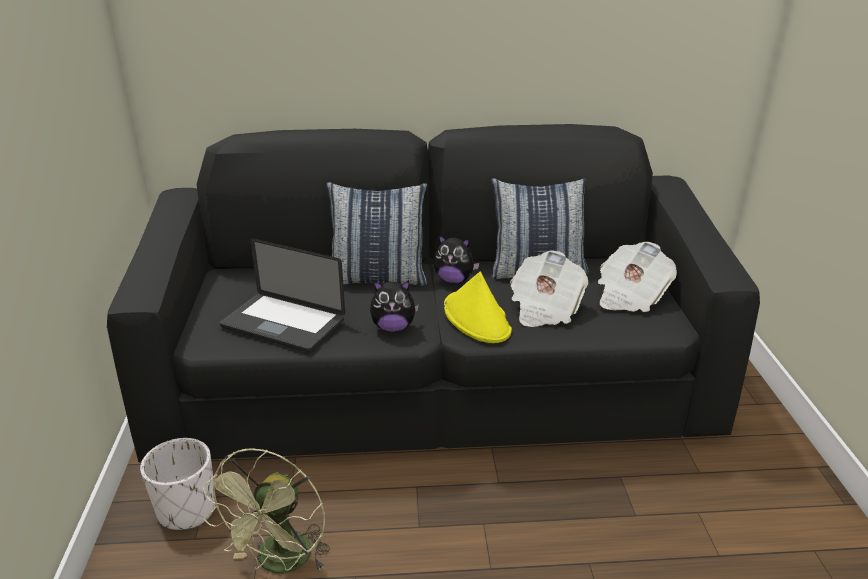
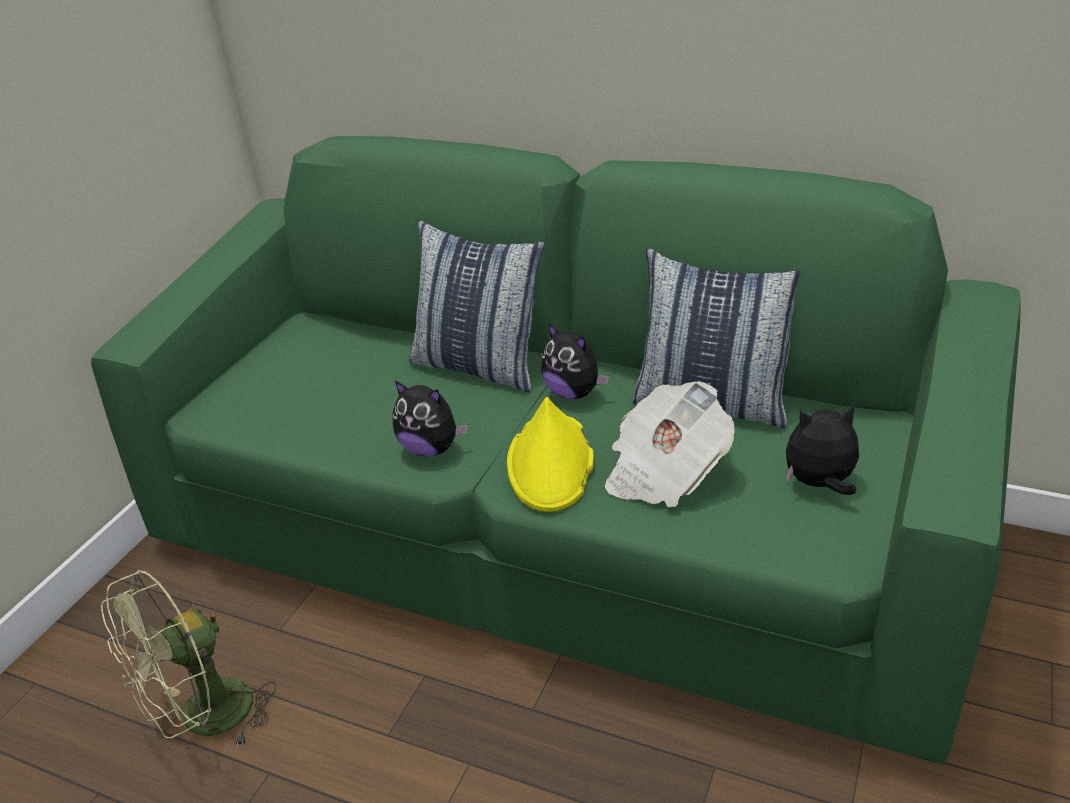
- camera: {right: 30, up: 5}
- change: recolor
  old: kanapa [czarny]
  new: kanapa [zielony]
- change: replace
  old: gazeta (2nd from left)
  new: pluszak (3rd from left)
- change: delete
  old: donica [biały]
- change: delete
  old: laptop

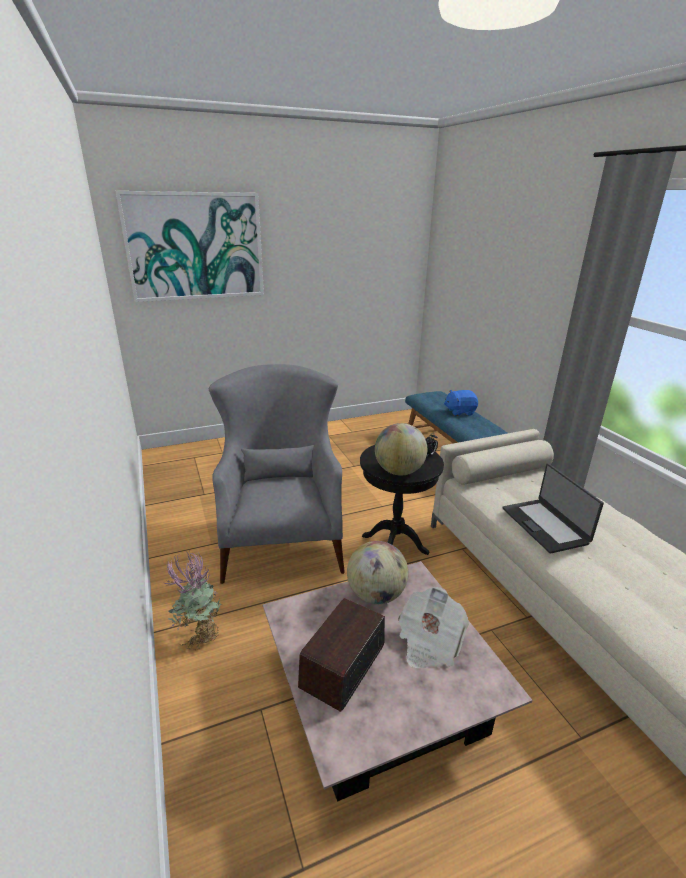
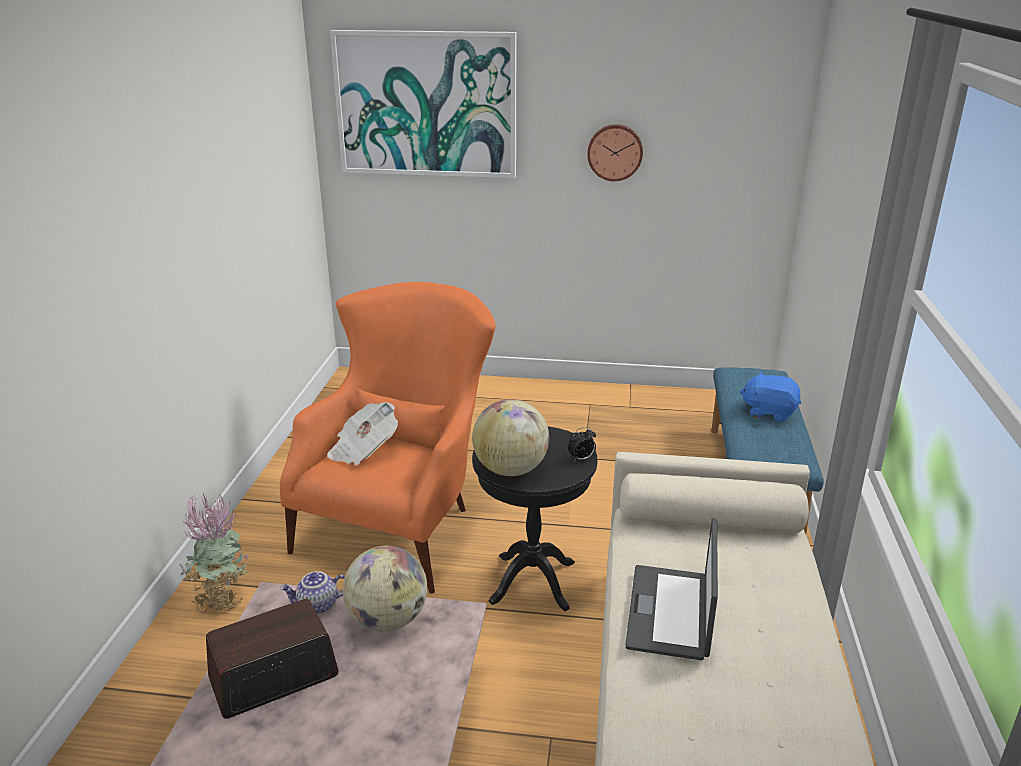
- camera: {right: 30, up: 0}
- change: recolor
  old: fotel [szary]
  new: fotel [pomarańczowy]
- change: insert
  new: imbryk
- change: move
  old: gazeta
- change: insert
  new: zegar ścienny

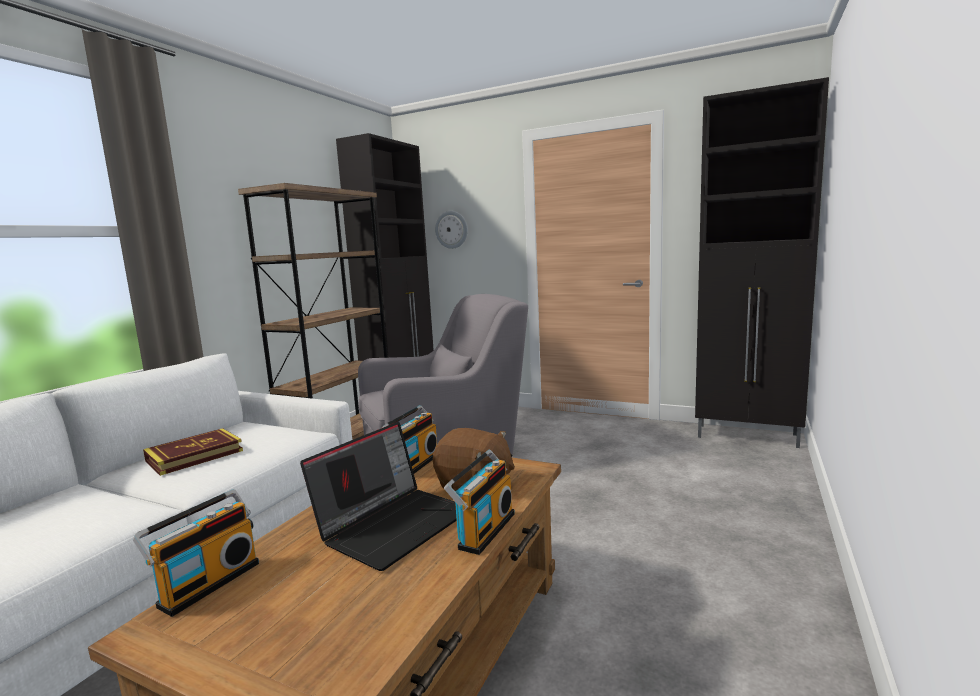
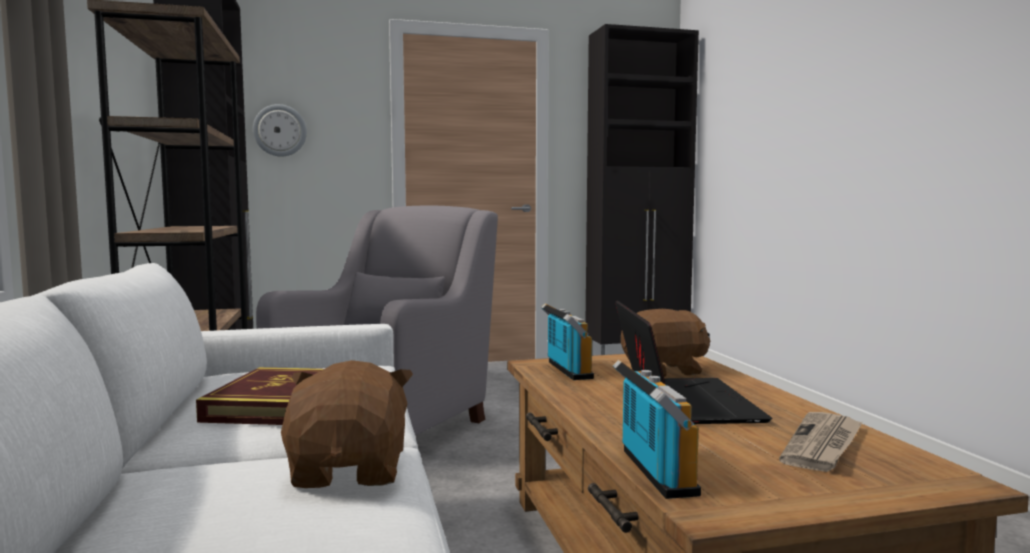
- camera: {right: -40, up: -5}
- change: insert
  new: pluszak [brązowy] (1st from left)
- change: insert
  new: gazeta
- change: delete
  old: radio (3rd from left)

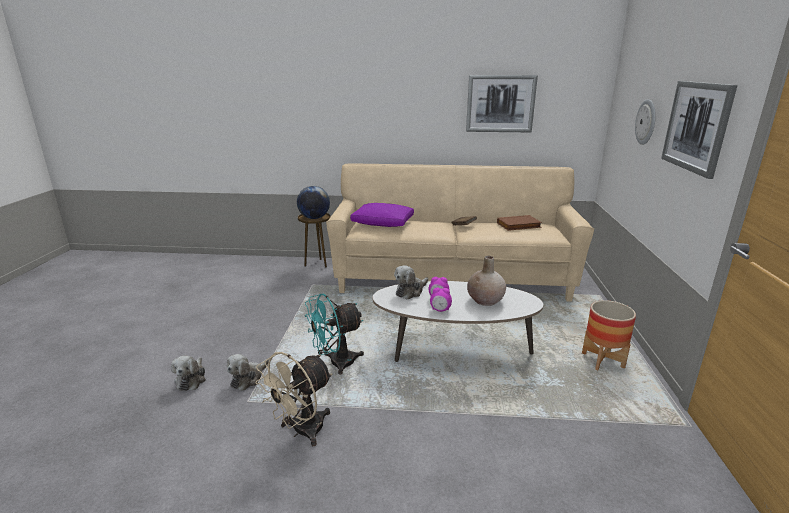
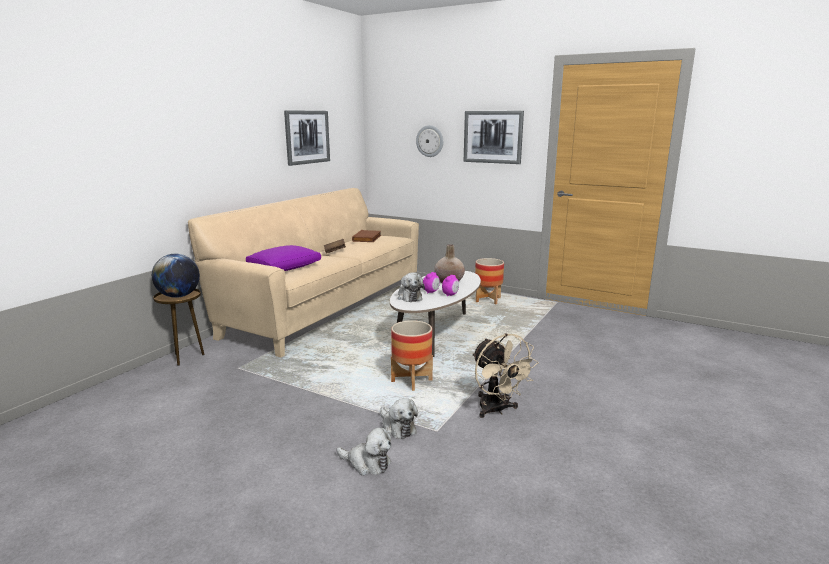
- camera: {right: -65, up: -5}
- change: replace
  old: wentylator [turkusowy]
  new: donica (1st from left)

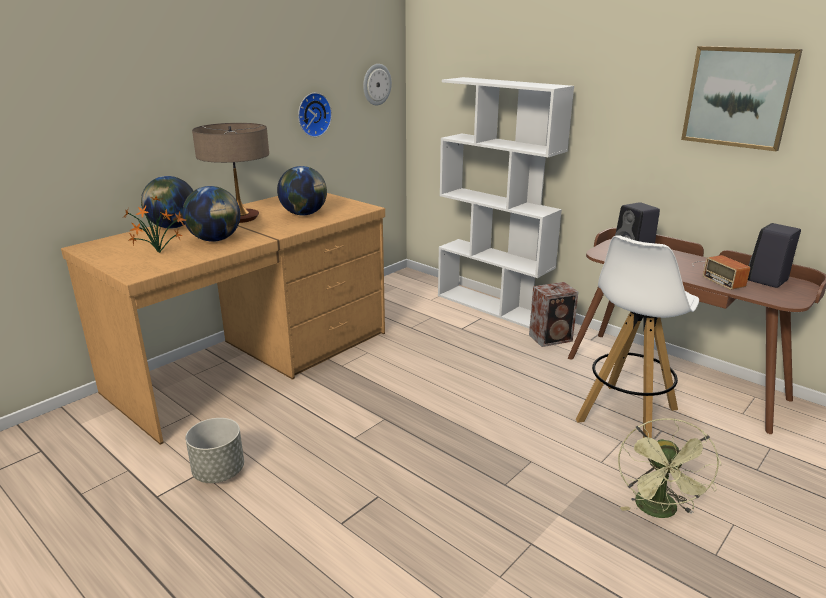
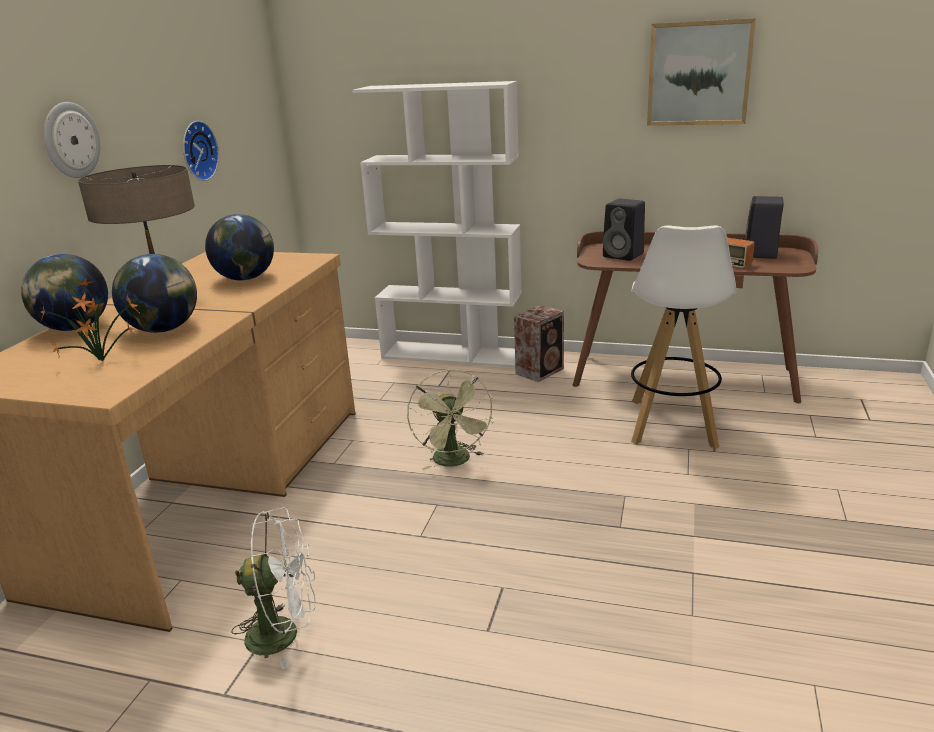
- camera: {right: -25, up: 0}
- change: move
  old: zegar ścienny (2nd from left in the first image)
  new: zegar ścienny (1st from left)
- change: replace
  old: donica [szary]
  new: wentylator [biały]
- change: move
  old: wentylator [zielony]

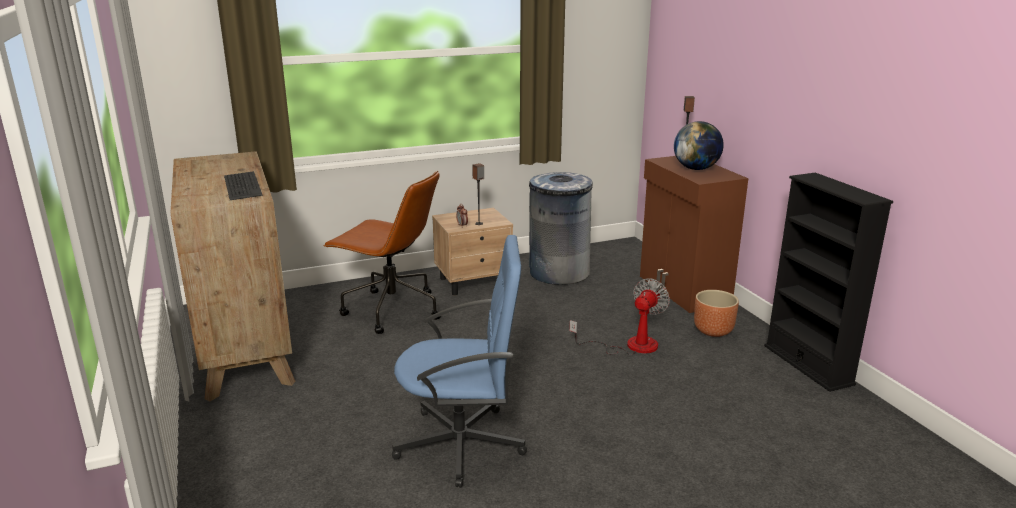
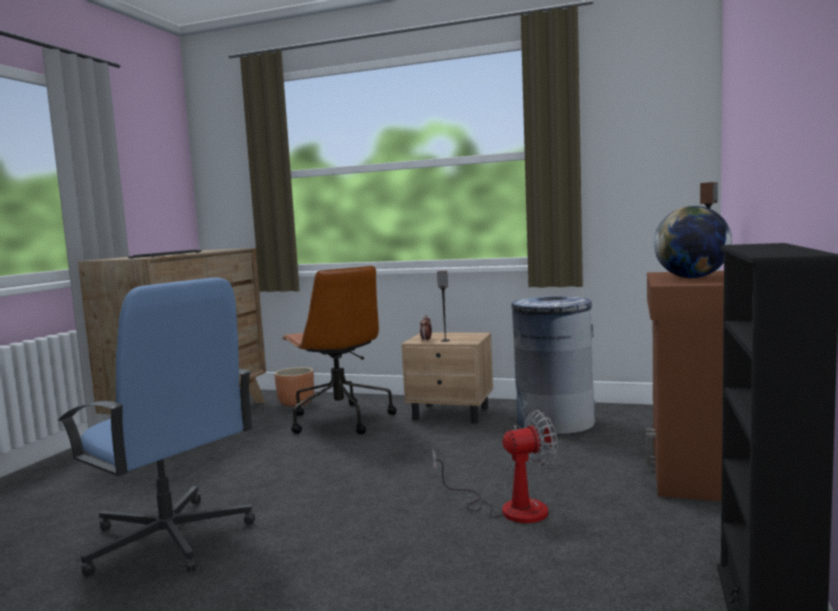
- camera: {right: 40, up: -15}
- change: move
  old: donica [brązowy]

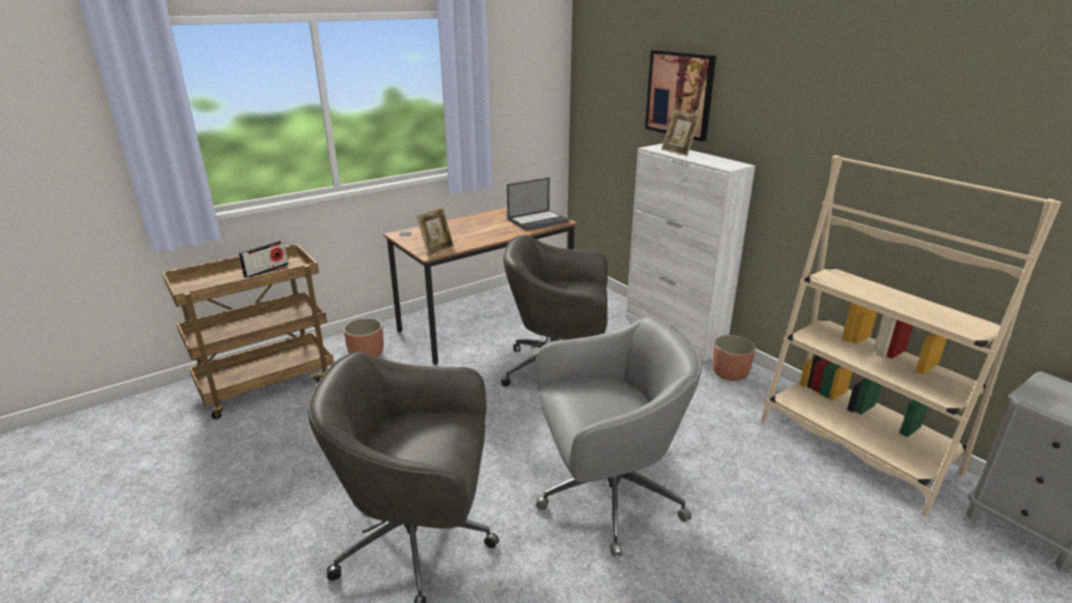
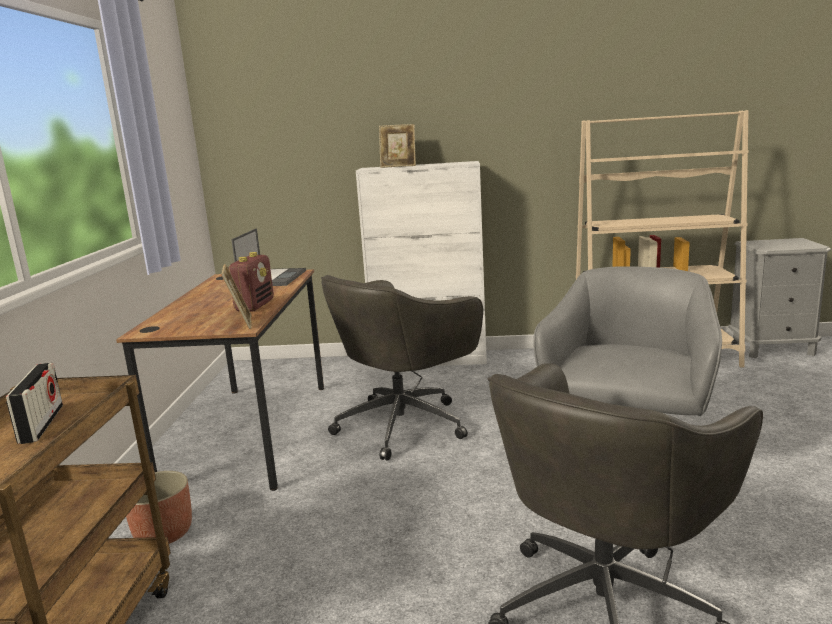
- camera: {right: -50, up: -10}
- change: insert
  new: radio (2nd from left)
- change: delete
  old: obraz
- change: delete
  old: donica (2nd from left)

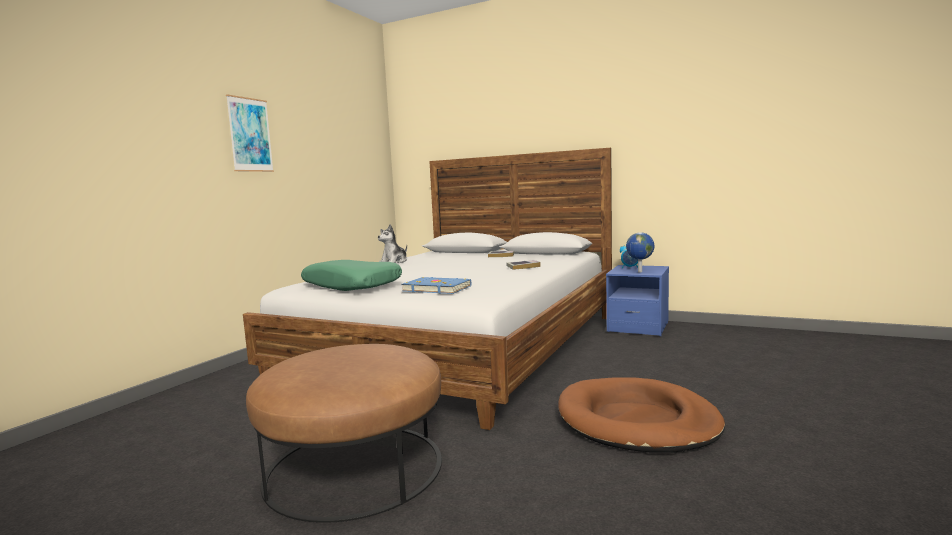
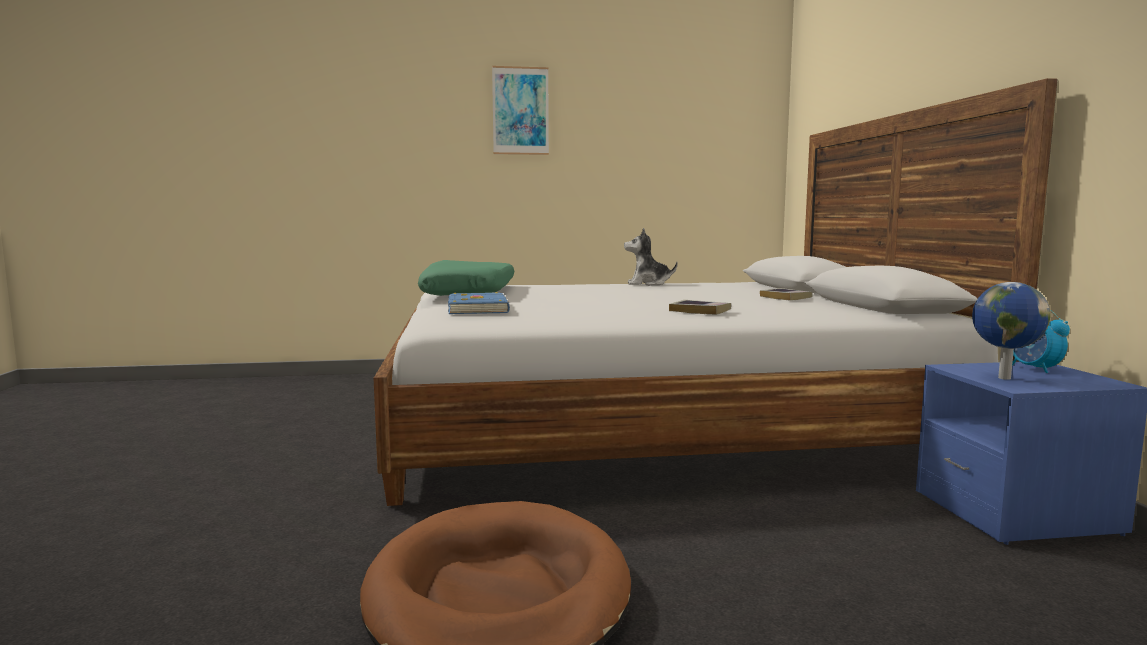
- camera: {right: 55, up: 0}
- change: delete
  old: pufa [brązowy]

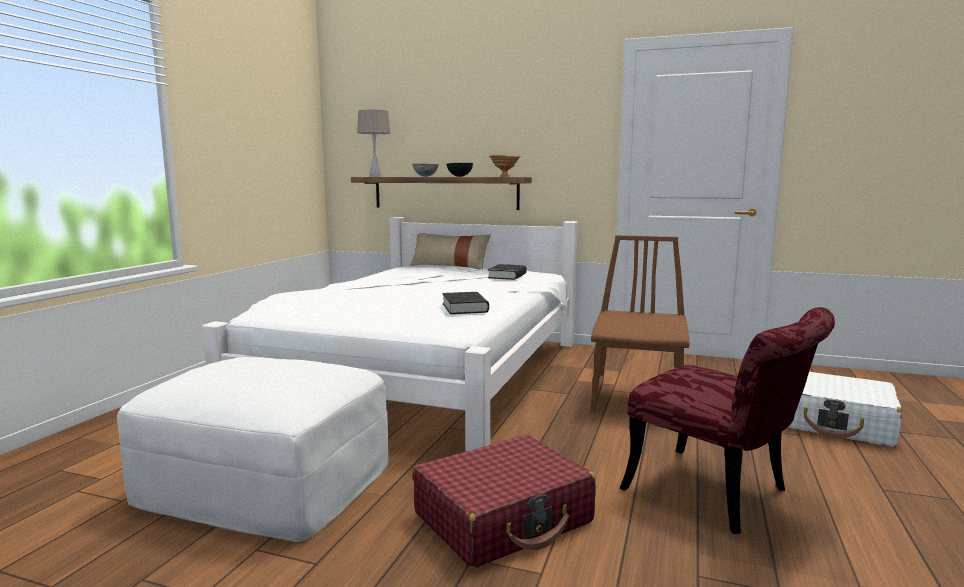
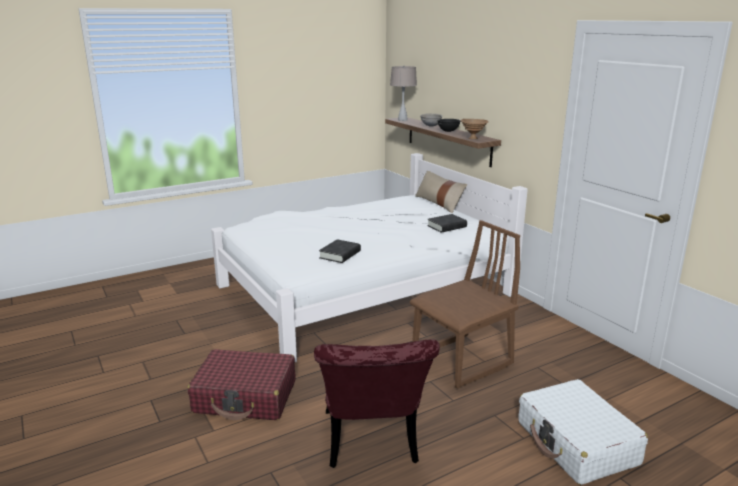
- camera: {right: 40, up: 10}
- change: delete
  old: pufa [biały]

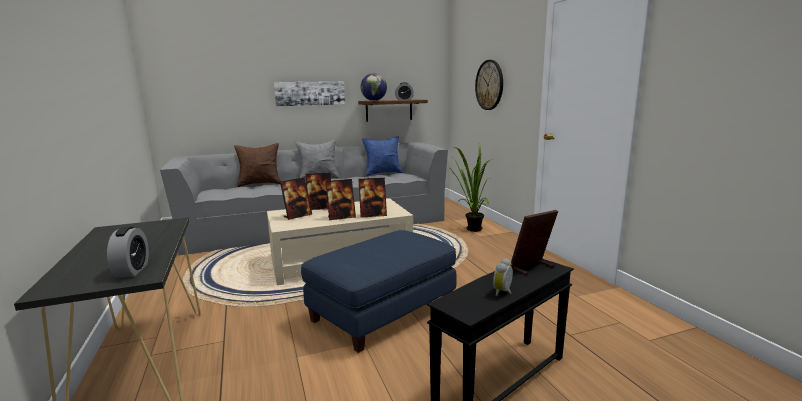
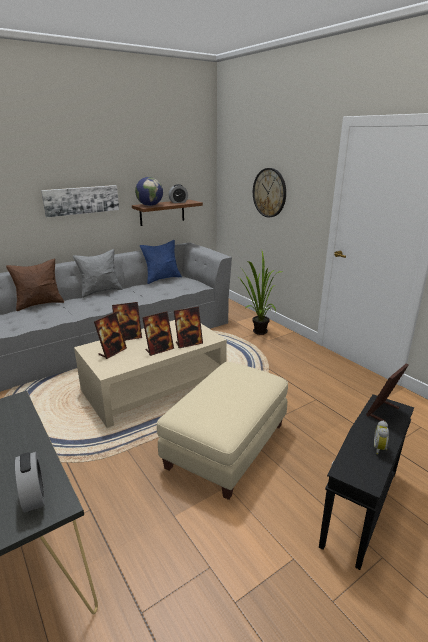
- camera: {right: -15, up: 10}
- change: recolor
  old: pufa [niebieski]
  new: pufa [beżowy]

